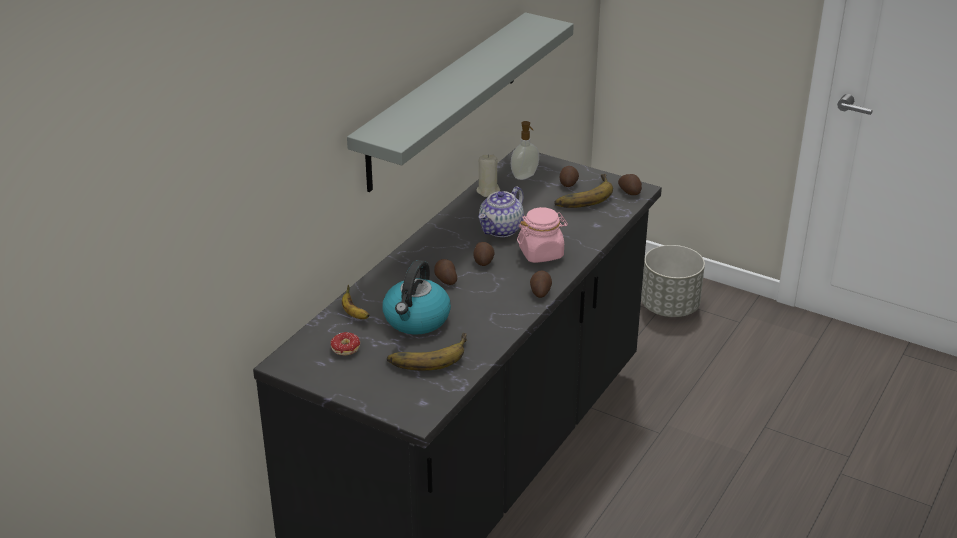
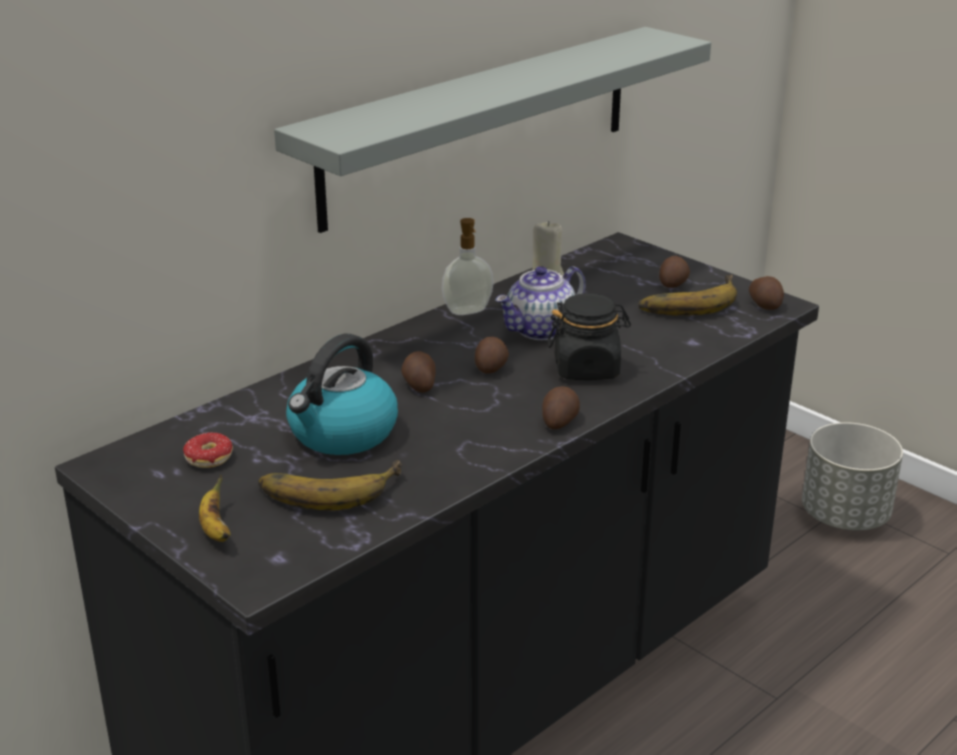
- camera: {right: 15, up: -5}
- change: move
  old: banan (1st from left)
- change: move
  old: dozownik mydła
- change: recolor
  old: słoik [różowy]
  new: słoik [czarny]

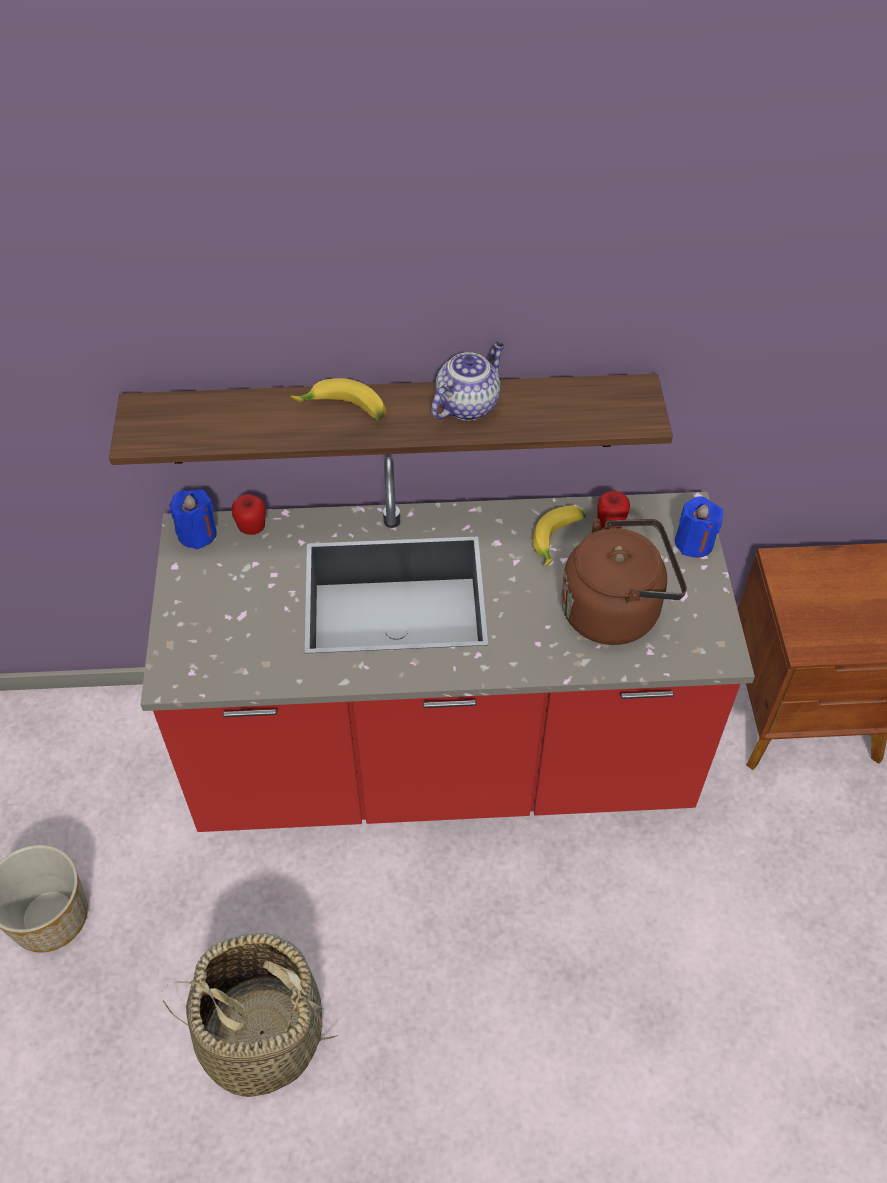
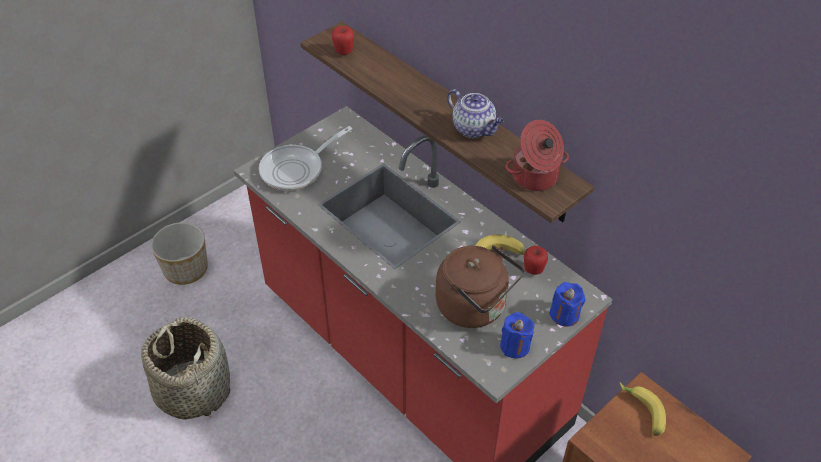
- camera: {right: 50, up: -5}
- change: insert
  new: patelnia
- change: move
  old: jabłko (1st from left)
- change: rotate
  old: imbryk
  degrees: 45
- change: move
  old: świeca [niebieski] (1st from left)
- change: insert
  new: garnek
- change: move
  old: banan (1st from left in the first image)
  new: banan (2nd from left)

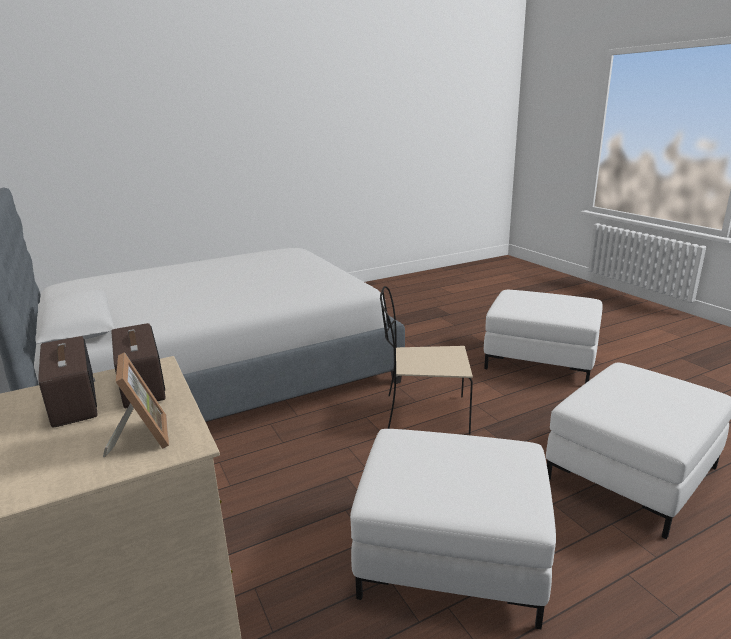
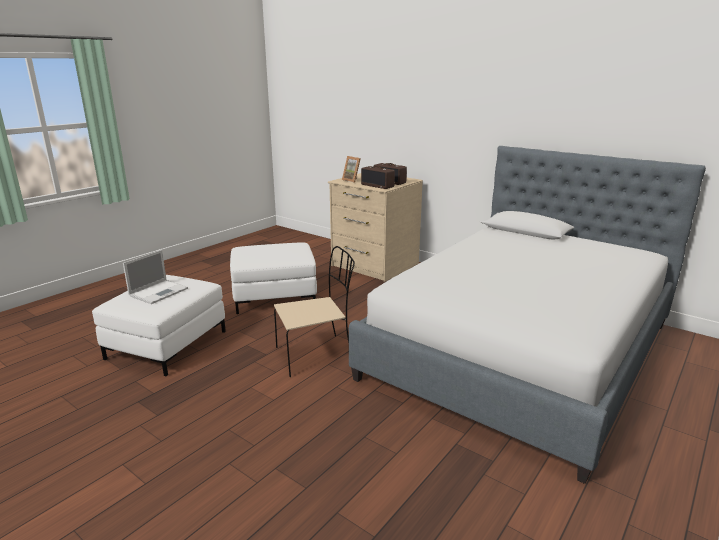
- camera: {right: 155, up: 0}
- change: insert
  new: laptop
- change: delete
  old: pufa [biały] (2nd from left)

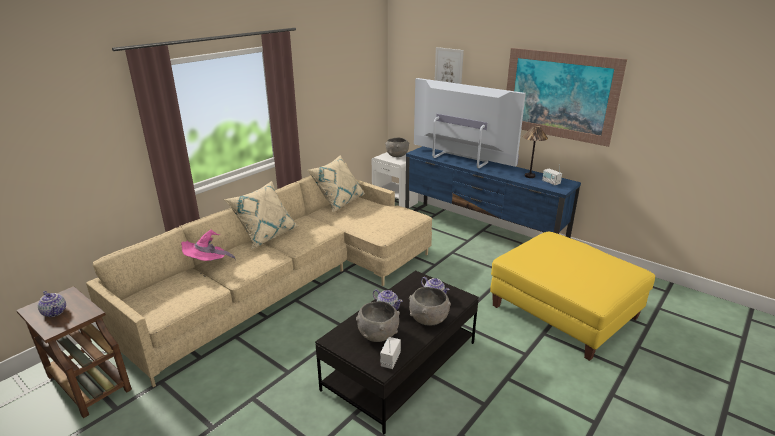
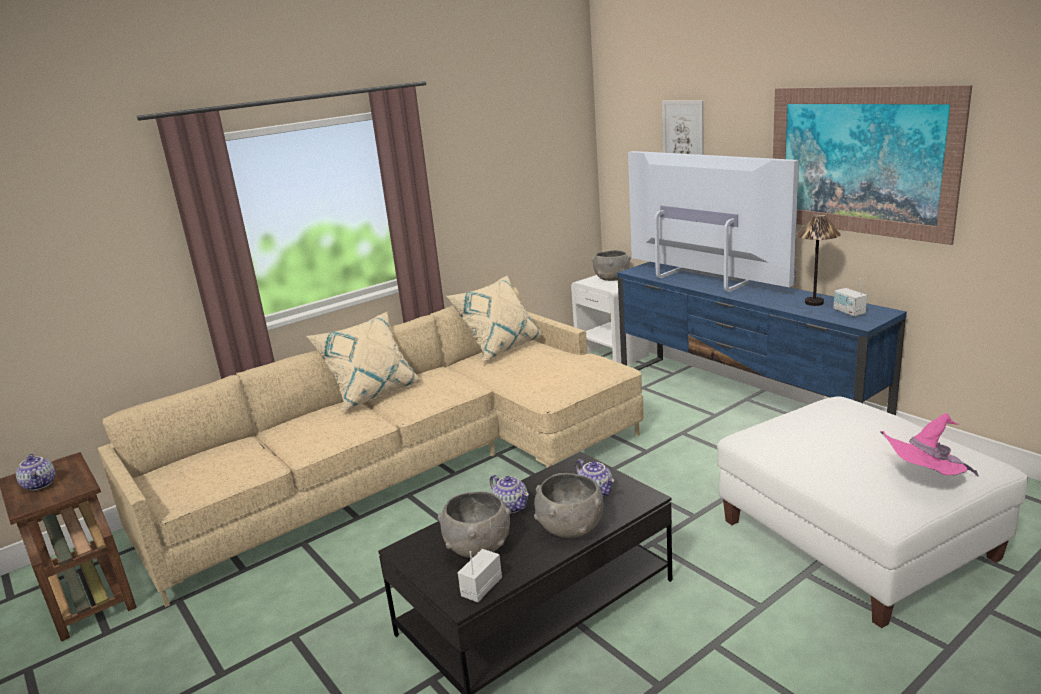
- camera: {right: 15, up: -5}
- change: recolor
  old: pufa [żółty]
  new: pufa [biały]
- change: move
  old: kapelusz [różowy]

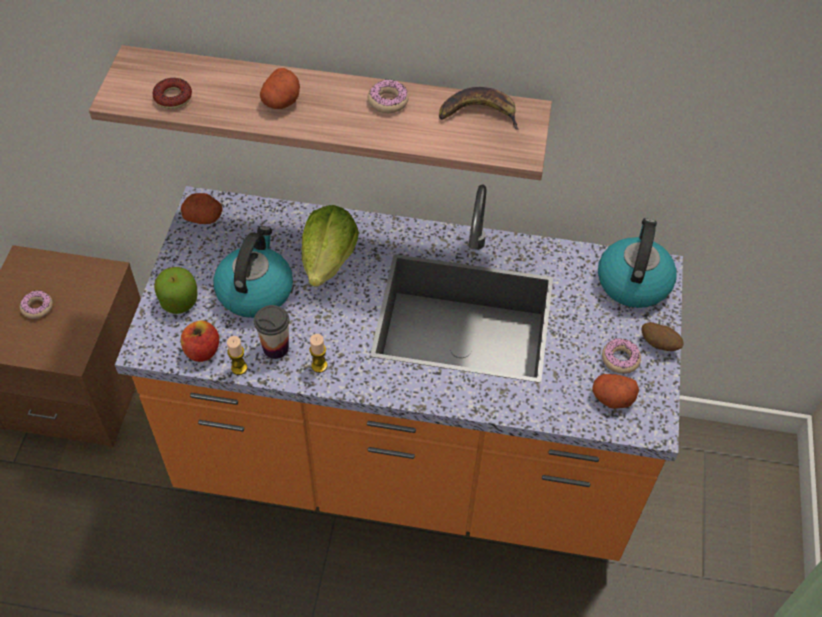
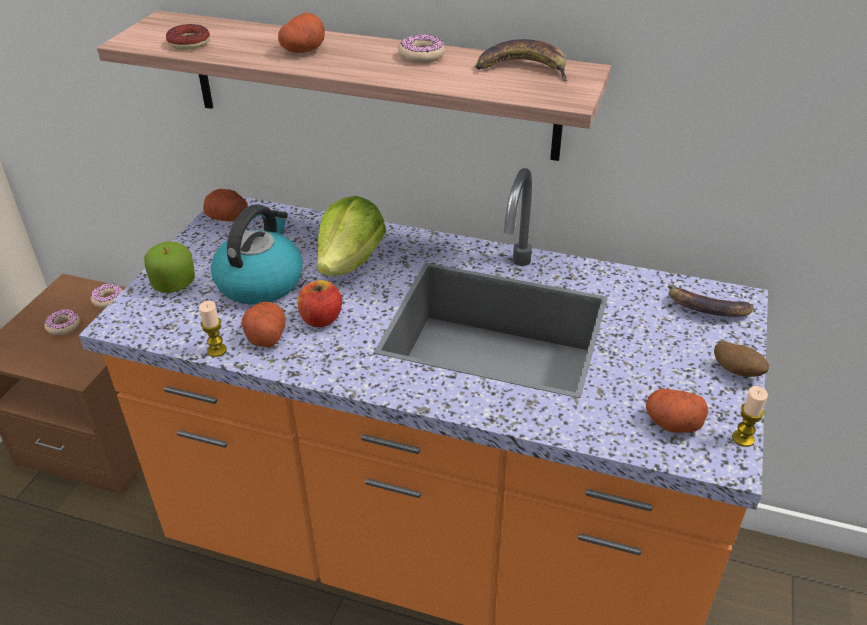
- camera: {right: 10, up: -15}
- change: move
  old: donut (4th from left in the first image)
  new: donut (2nd from left)
- change: replace
  old: filiżanka
  new: ziemniak (2nd from left)
- change: move
  old: jabłko (2nd from left)
- change: replace
  old: czajnik (2nd from left)
  new: banan (2nd from left)
- change: move
  old: świeca (2nd from left)

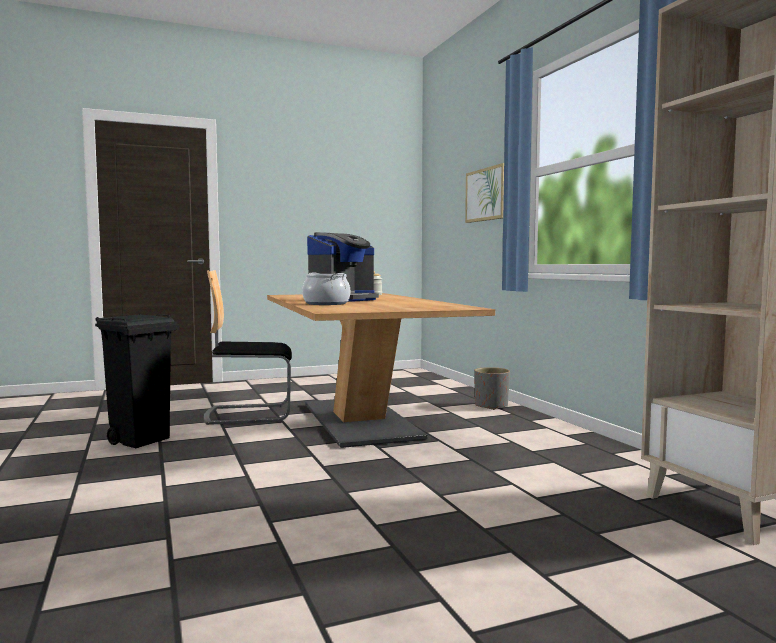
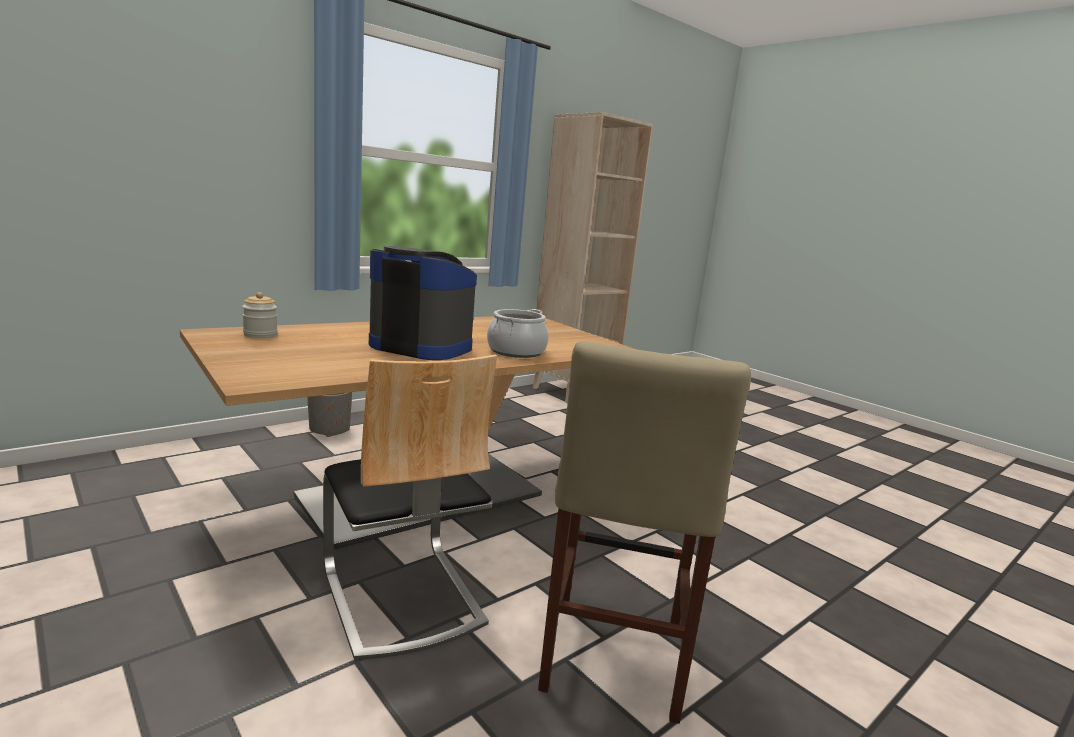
- camera: {right: -110, up: 10}
- change: replace
  old: kosz na śmieci [czarny]
  new: stołek [beżowy]
- change: delete
  old: obraz

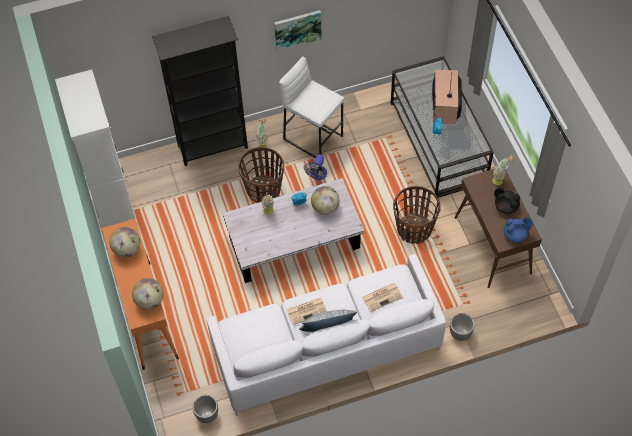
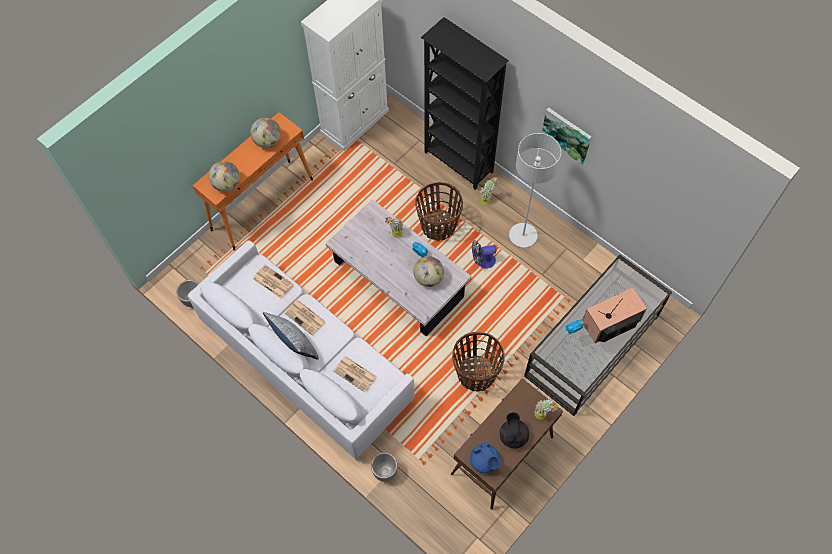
- camera: {right: 60, up: 5}
- change: insert
  new: gazeta (1st from left)
- change: replace
  old: stołek [biały]
  new: lampa stojąca [szary]

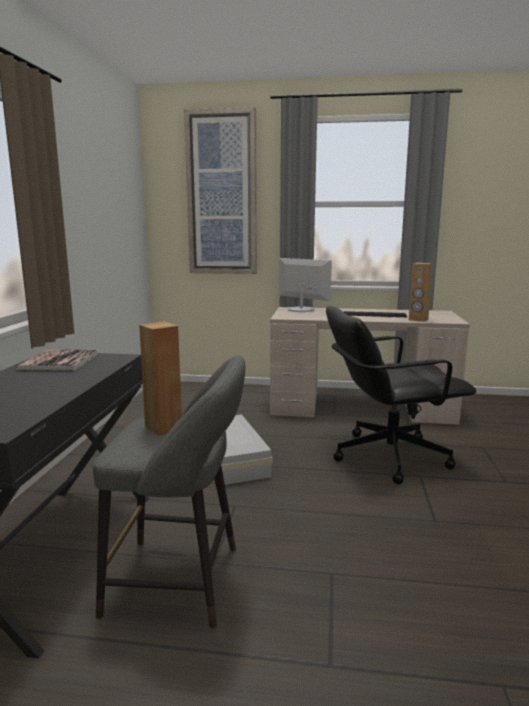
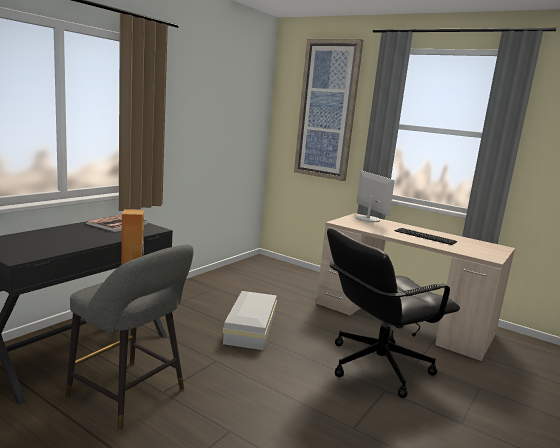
- camera: {right: 25, up: 0}
- change: rotate
  old: krzesło biurowe [czarny]
  degrees: -45
- change: delete
  old: głośnik [brązowy] (2nd from left)

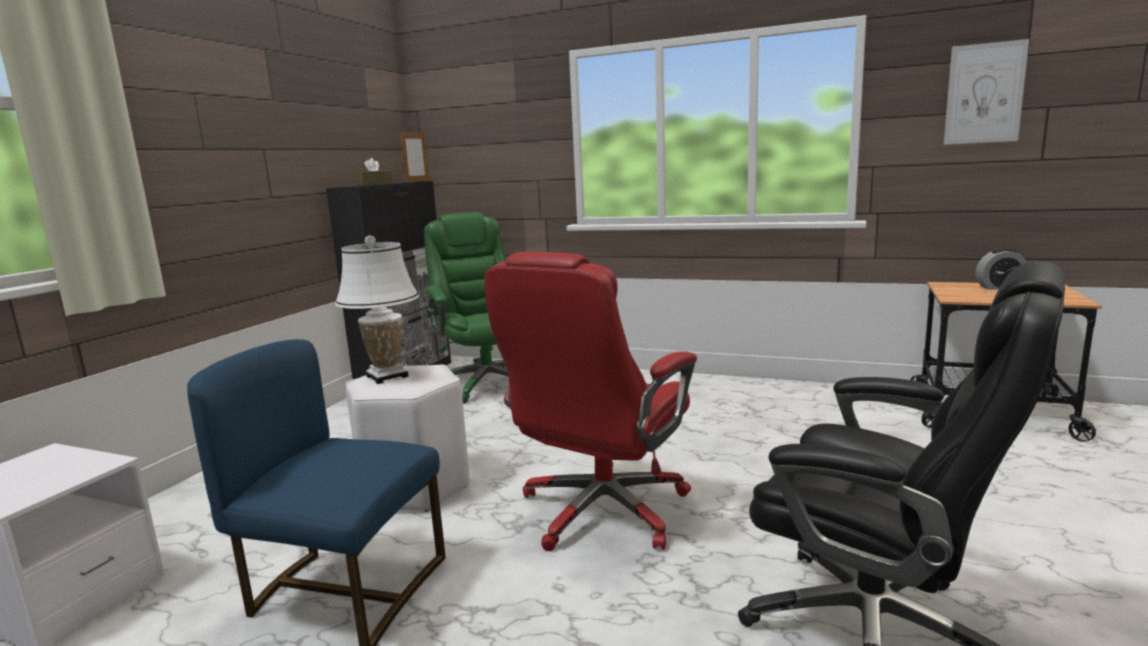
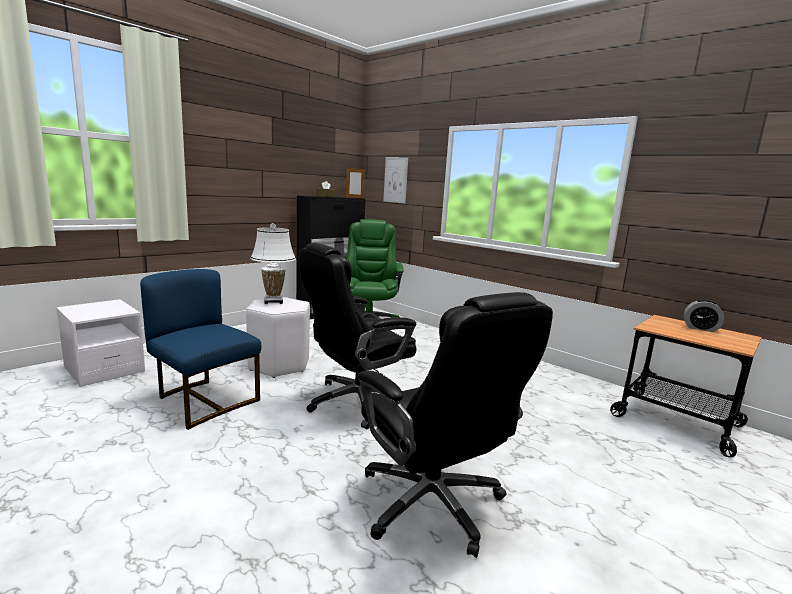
- camera: {right: 20, up: 0}
- change: recolor
  old: krzesło biurowe [czerwony]
  new: krzesło biurowe [czarny] (1st from left)
- change: move
  old: obraz

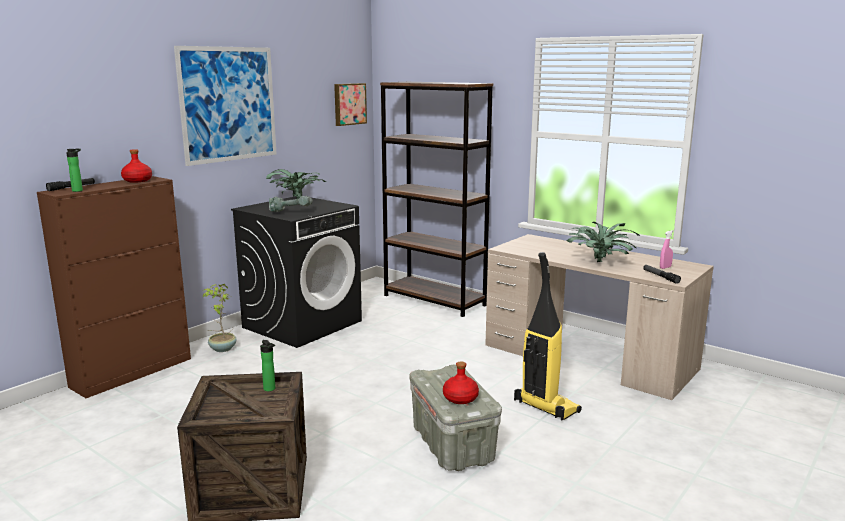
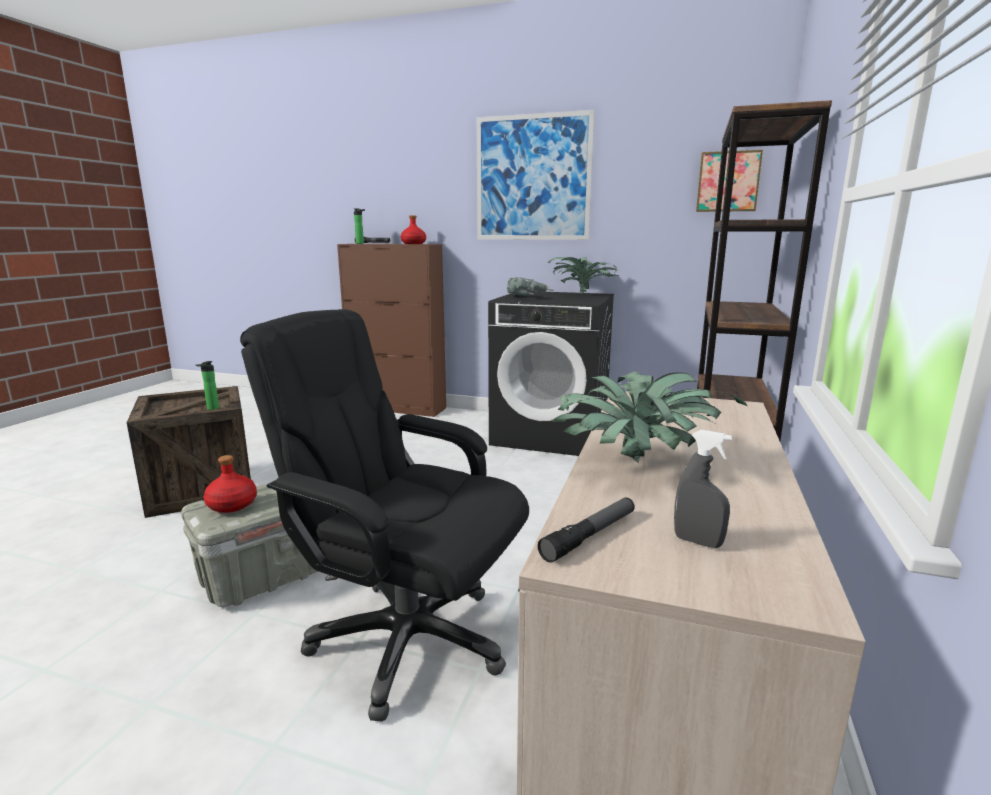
- camera: {right: 70, up: 0}
- change: replace
  old: odkurzacz
  new: krzesło biurowe [czarny]
- change: recolor
  old: spryskiwacz [różowy]
  new: spryskiwacz [szary]
- change: delete
  old: roślina doniczkowa (1st from left)

